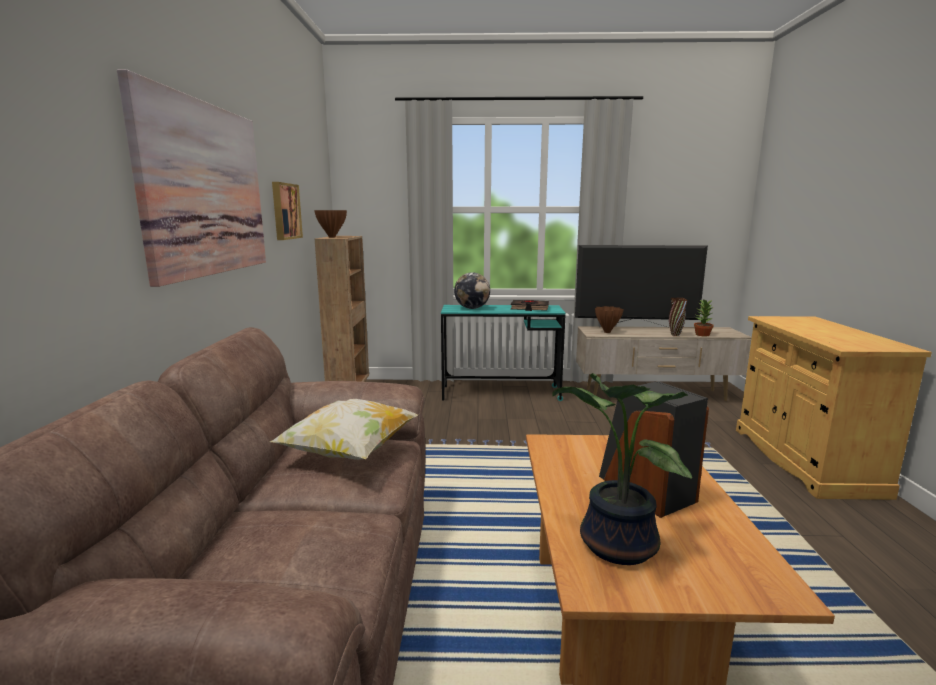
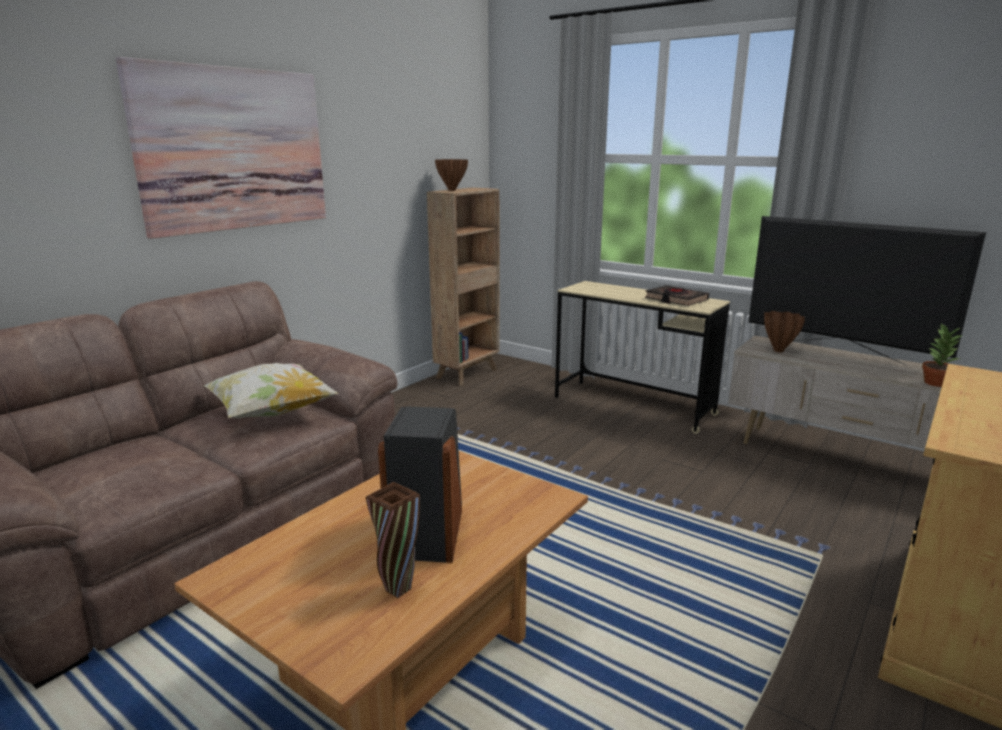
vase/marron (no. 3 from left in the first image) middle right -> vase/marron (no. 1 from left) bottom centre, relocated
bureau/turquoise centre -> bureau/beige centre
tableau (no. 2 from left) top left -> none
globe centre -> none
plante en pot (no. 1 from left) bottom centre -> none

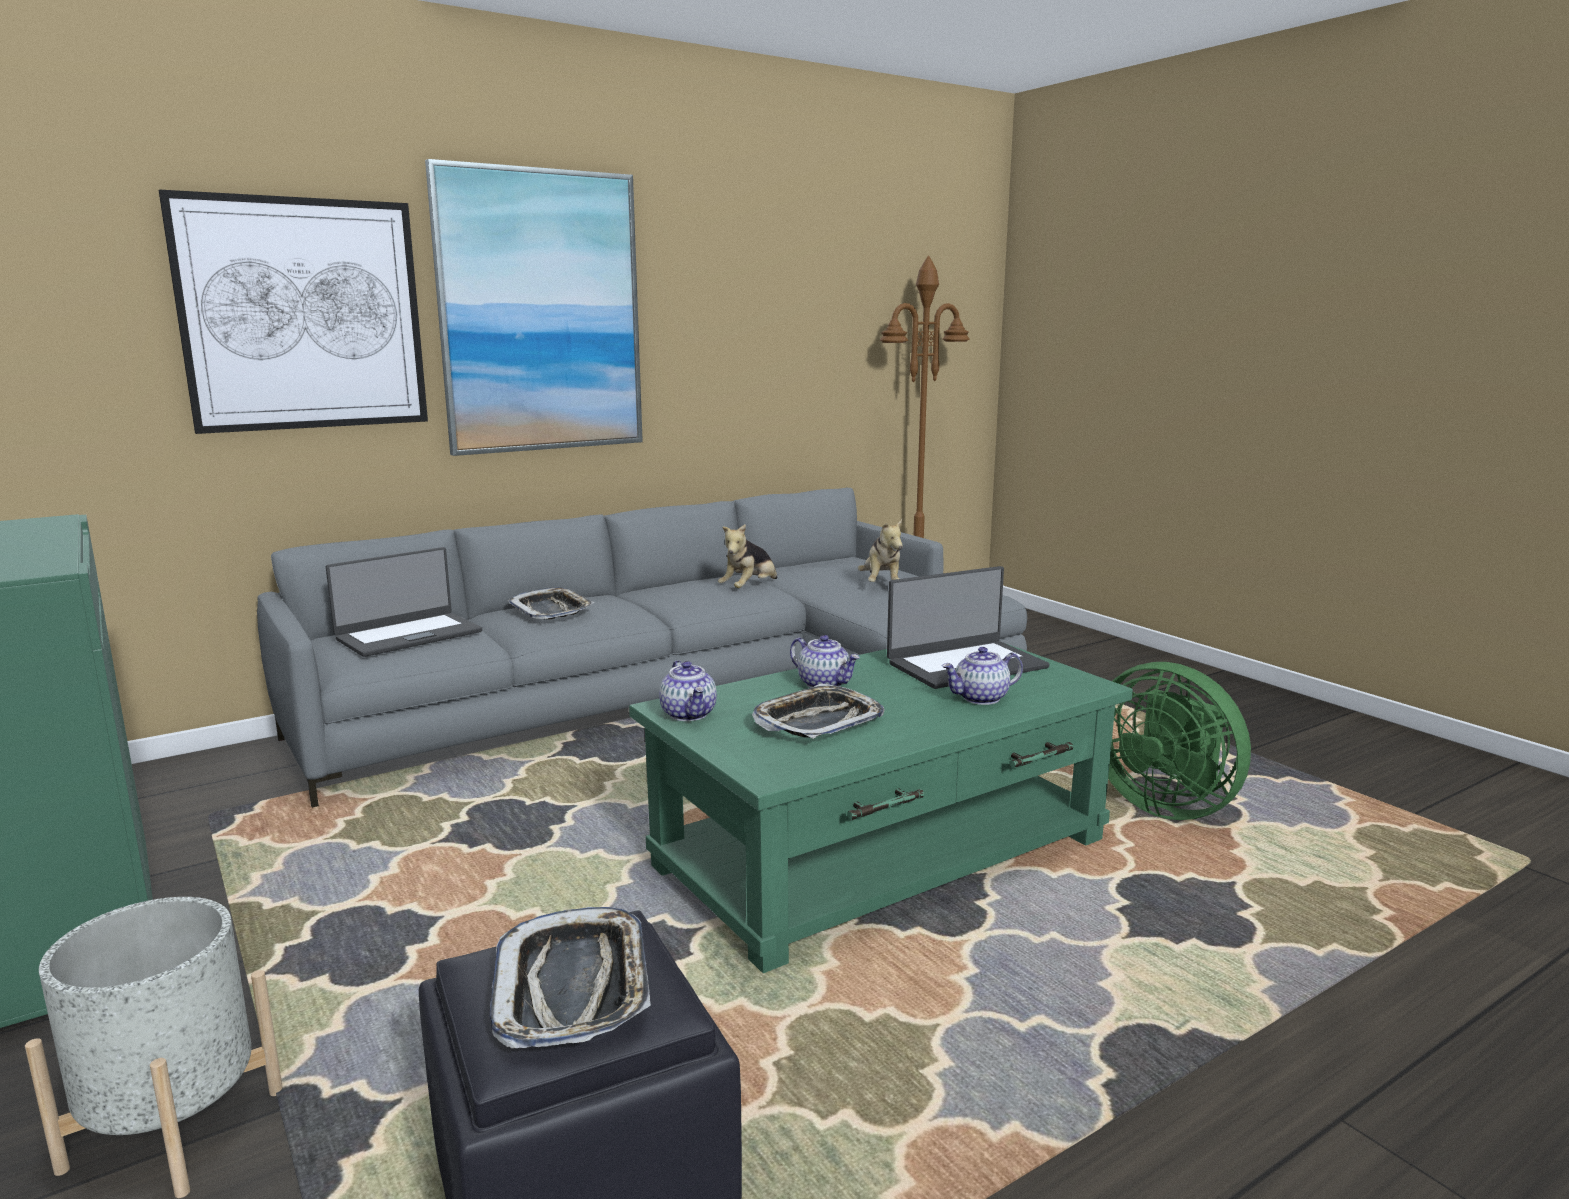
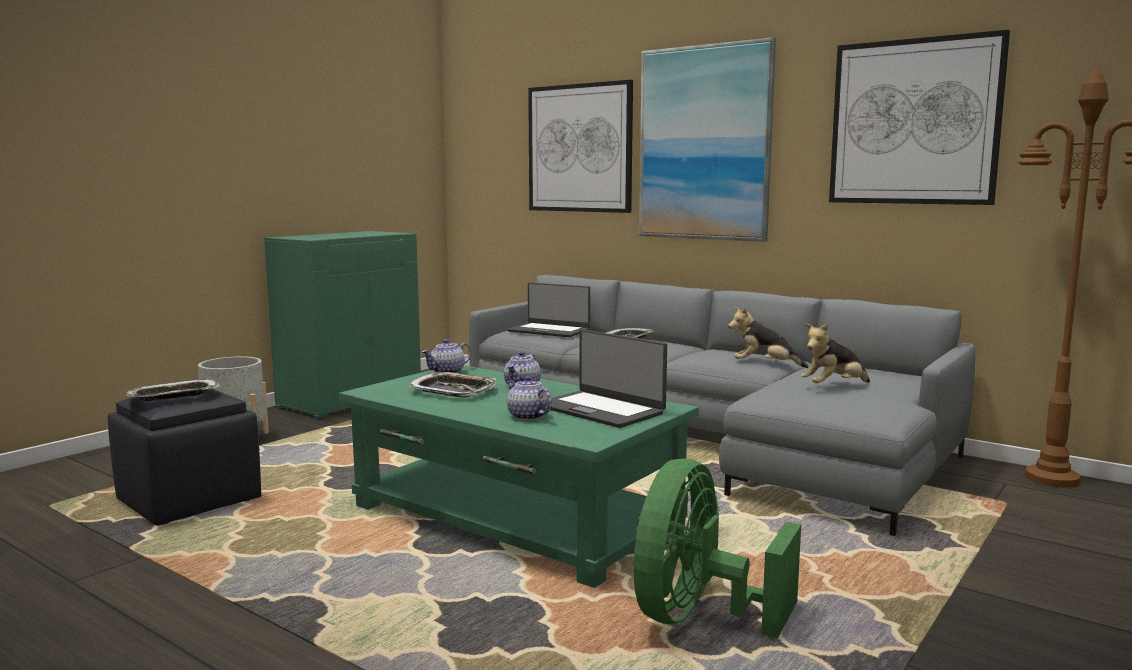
none -> tableau (no. 3 from left) top right

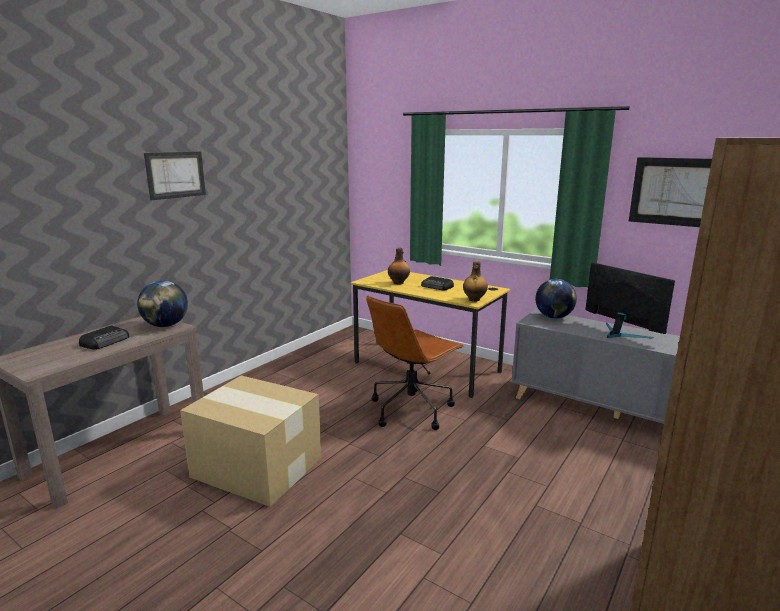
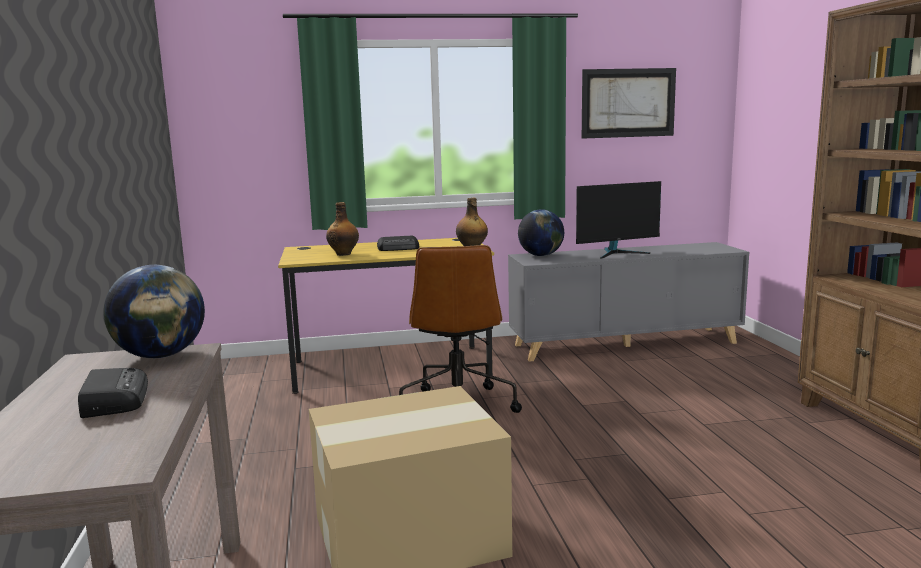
écran d'ordinateur middle right, 150 degrees clockwise
tableau (no. 1 from left) top left -> none

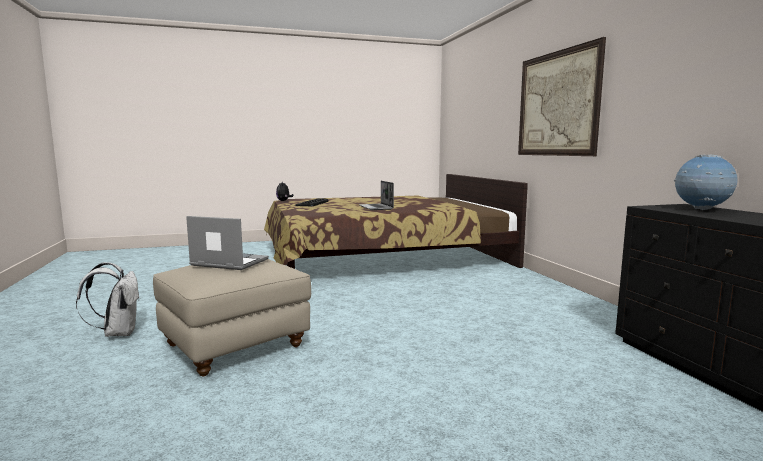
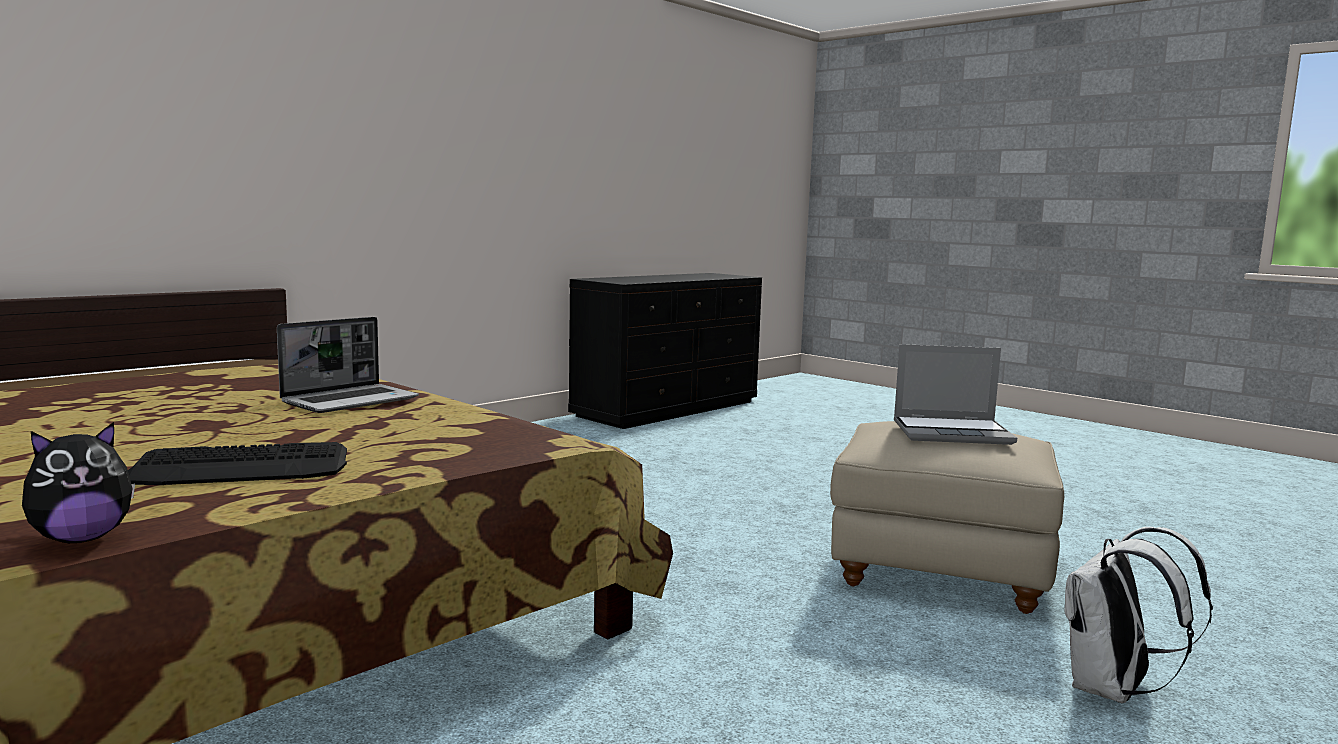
ordinateur portable (no. 1 from left in the first image) middle left -> ordinateur portable (no. 2 from left) middle right, 75 degrees counterclockwise
tableau top right -> none
globe middle right -> none

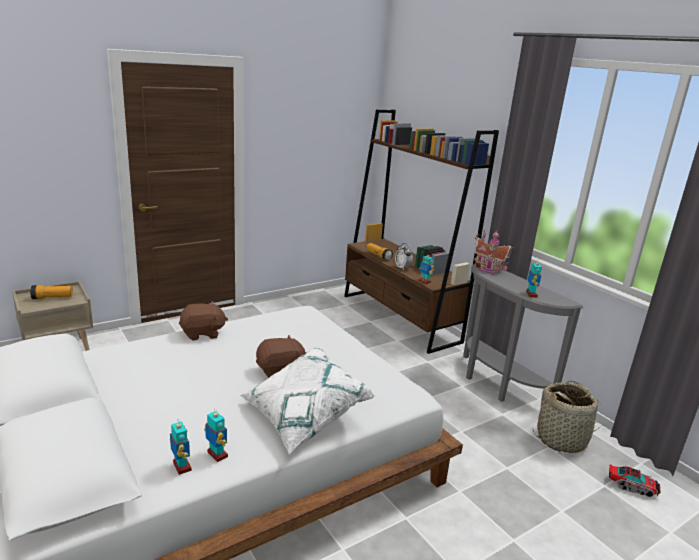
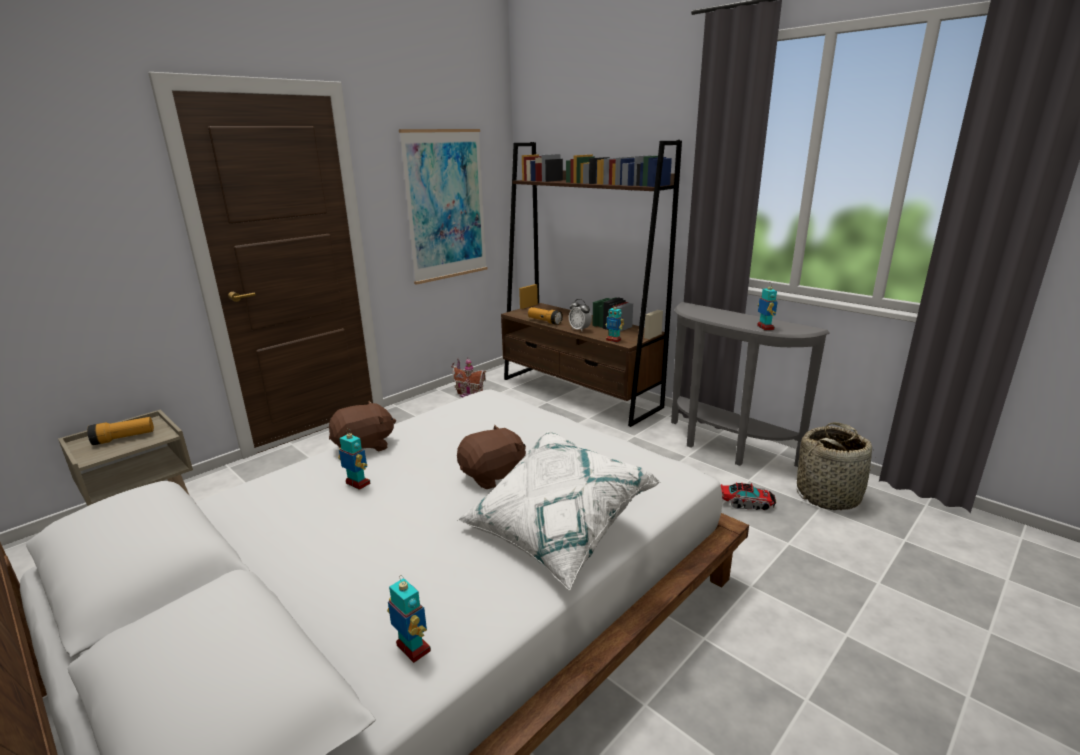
robot jouet (no. 2 from left in the first image) bottom left -> robot jouet (no. 1 from left) middle left, relocated
none -> tableau top centre
maison miniature middle right -> maison miniature centre, relocated
camion jouet bottom right -> camion jouet middle right, relocated

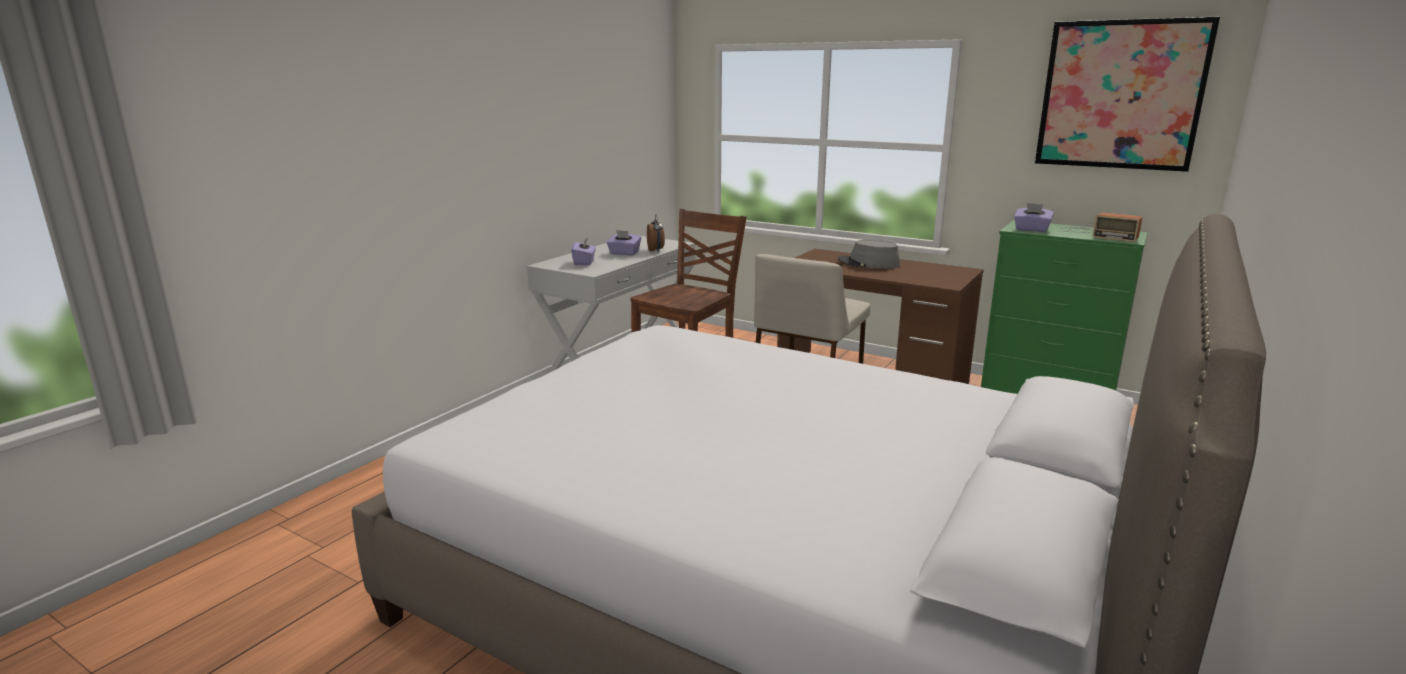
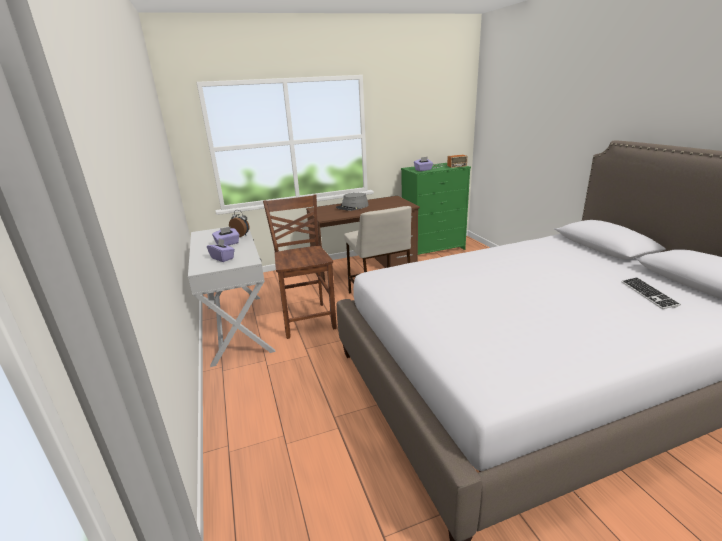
none -> clavier middle right
tableau top right -> none

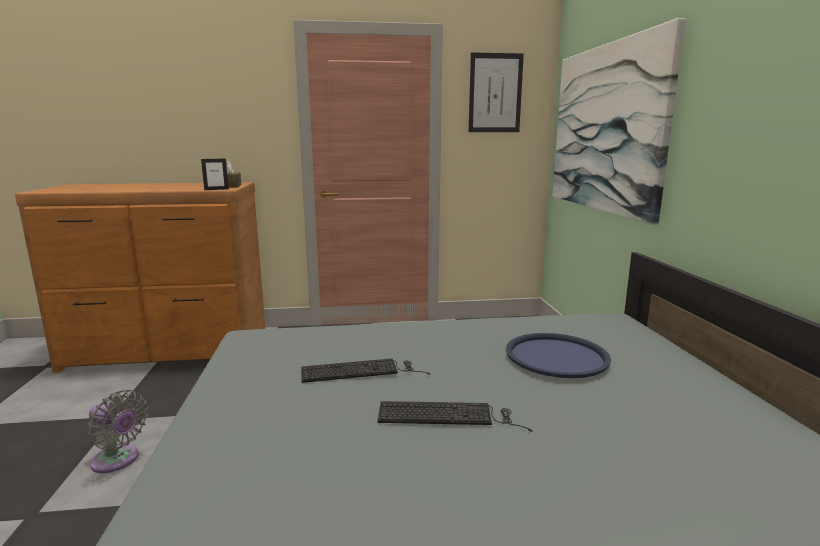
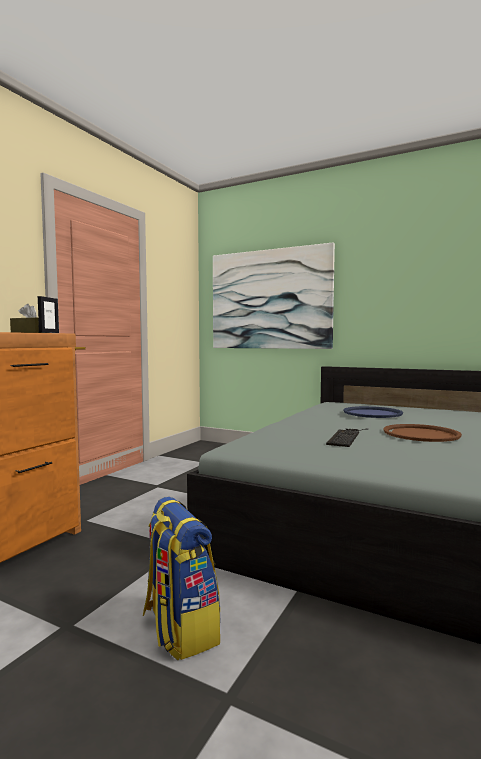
ventilateur/gris bottom left -> sac à dos bottom centre
clavier (no. 2 from left) bottom centre -> plateau/marron middle right
tableau (no. 1 from left) top centre -> none

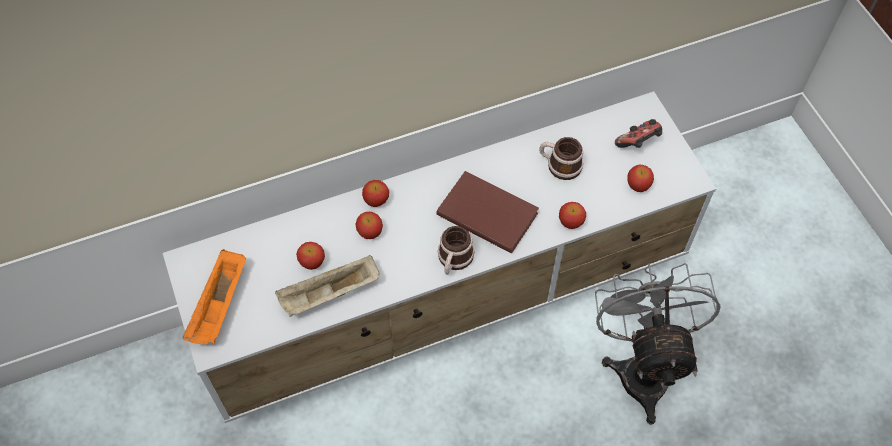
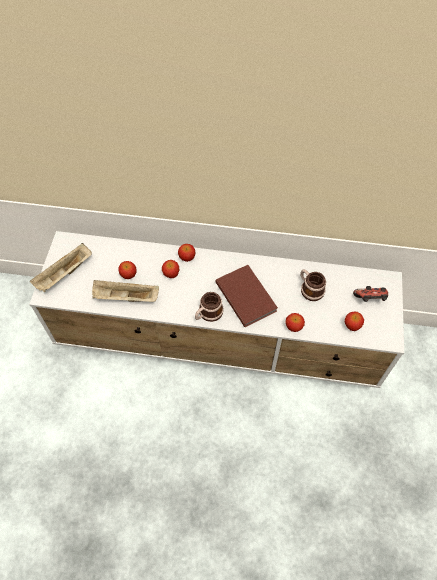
plateau/orange middle left -> plateau/beige (no. 1 from left) middle left
ventilateur/gris bottom right -> none

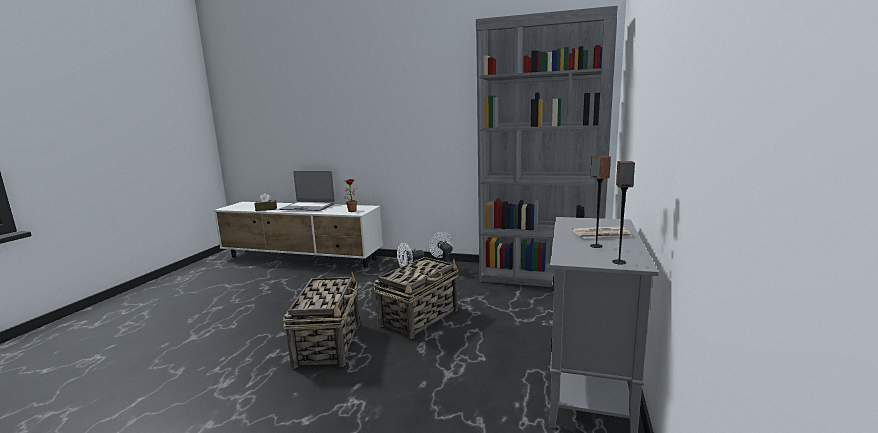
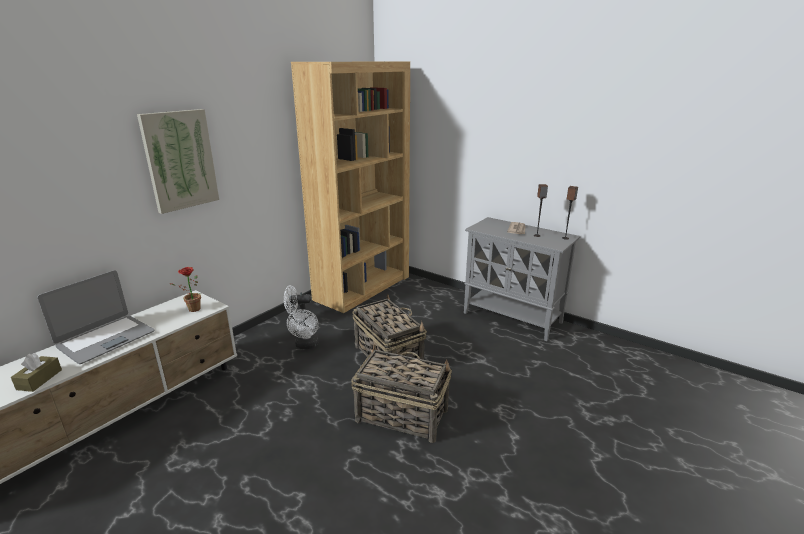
none -> tableau top left
bibliothèque/gris centre -> bibliothèque/marron centre

